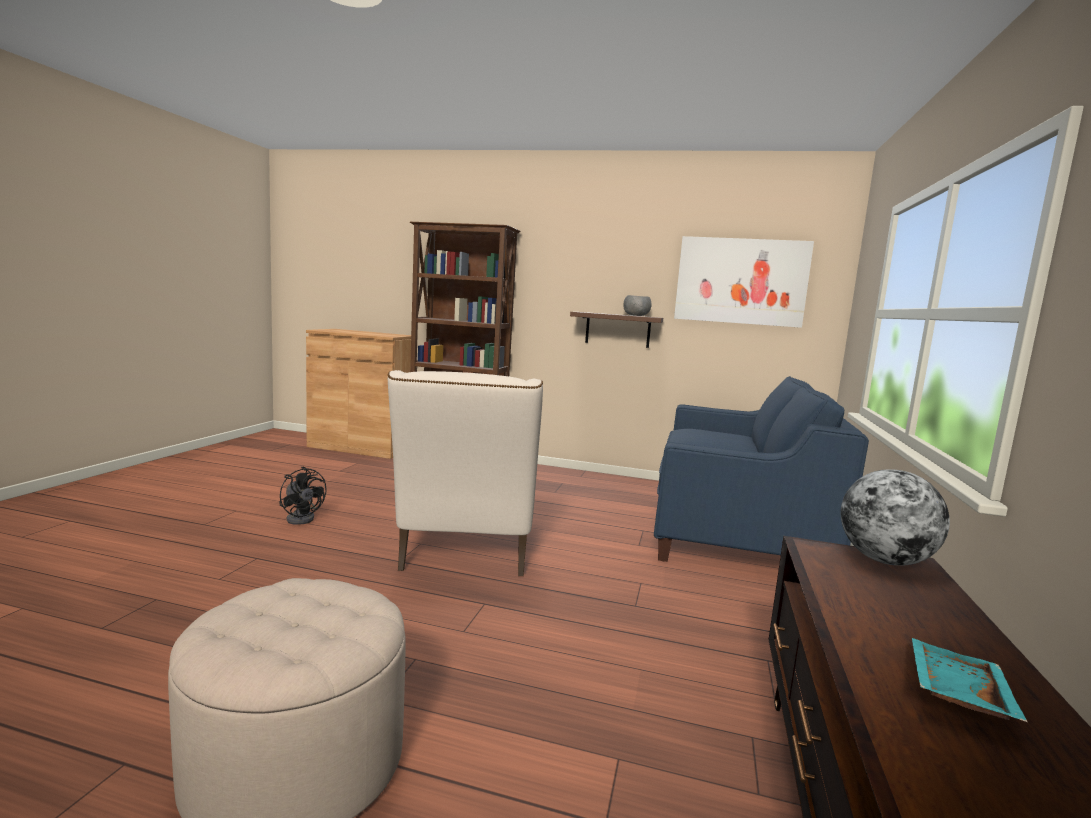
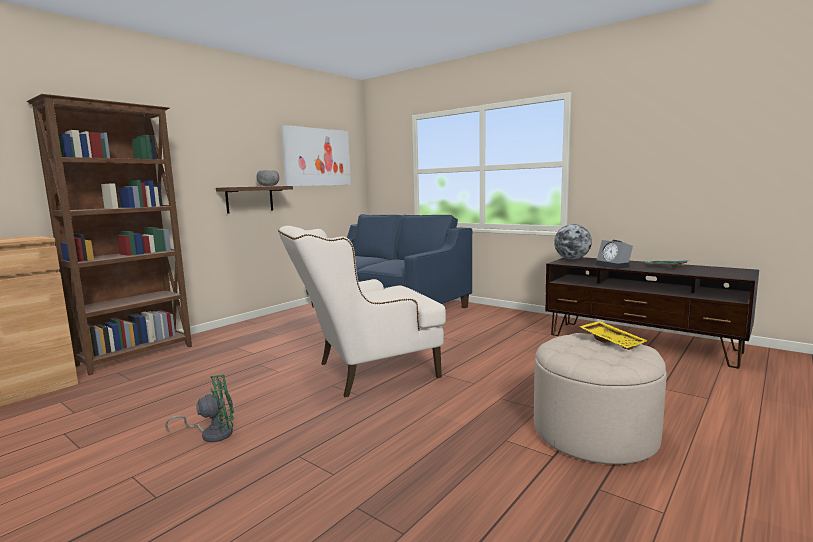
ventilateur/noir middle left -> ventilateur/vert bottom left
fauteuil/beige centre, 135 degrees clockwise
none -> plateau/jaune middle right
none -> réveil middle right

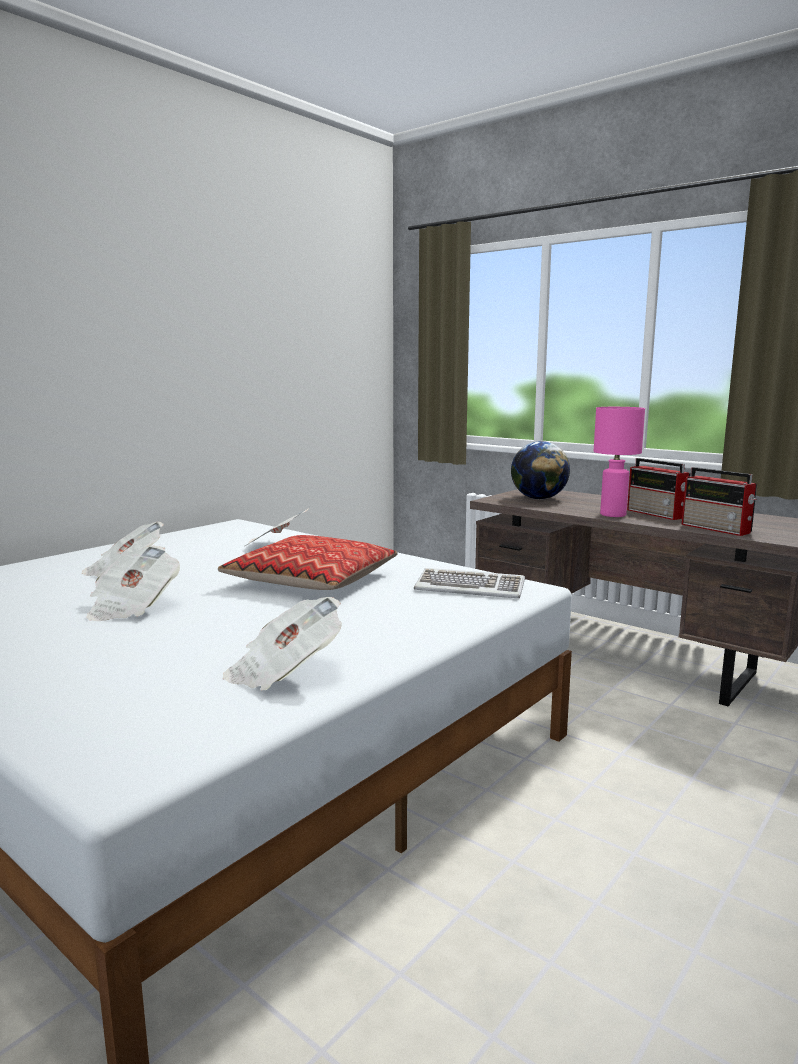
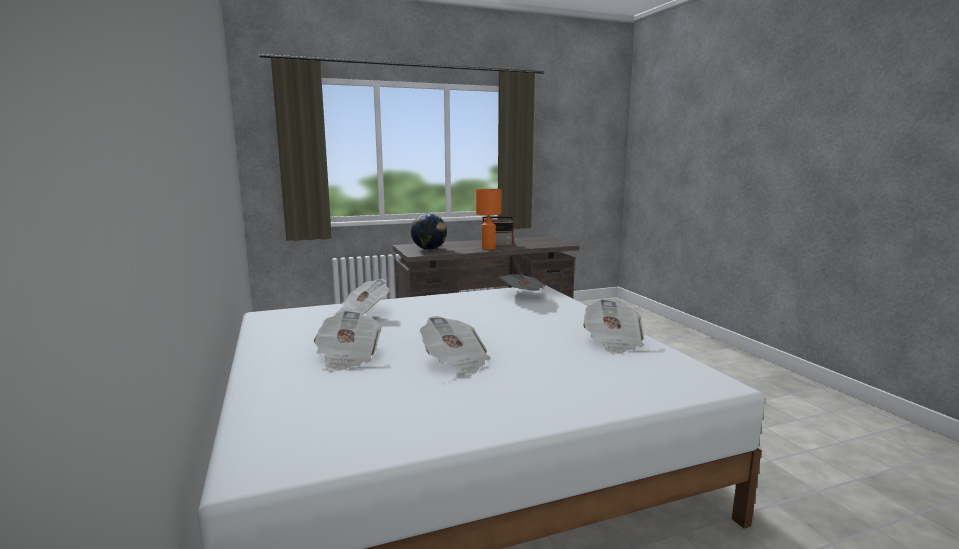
lampe de table/rose middle right -> lampe de table/orange centre
clavier centre -> journal (no. 4 from left) centre
coussin centre -> none
radio (no. 2 from left) middle right -> none

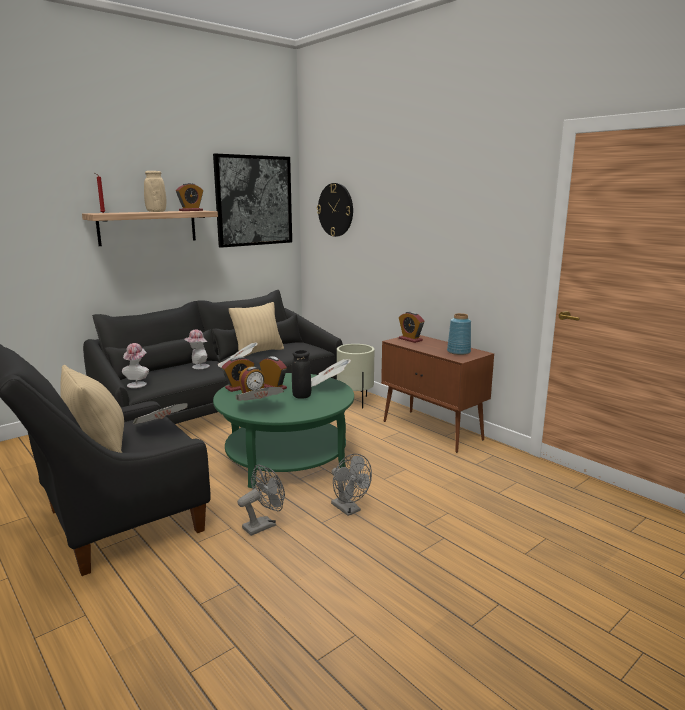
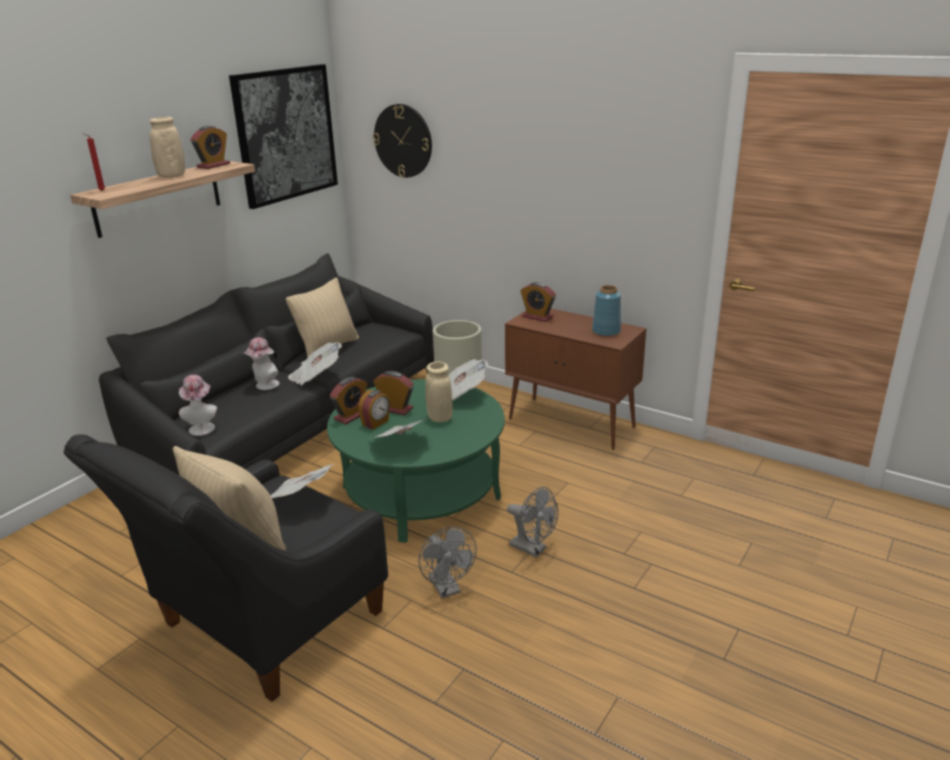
ventilateur/gris (no. 1 from left) bottom centre, 120 degrees clockwise
vase/noir centre -> vase/beige (no. 2 from left) centre

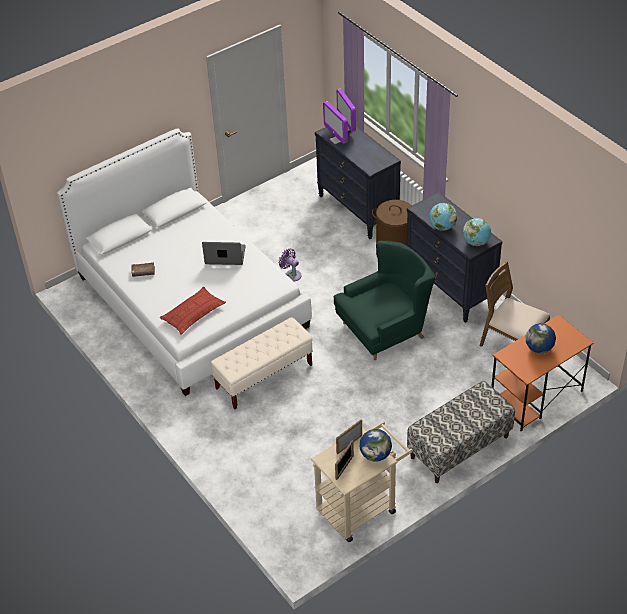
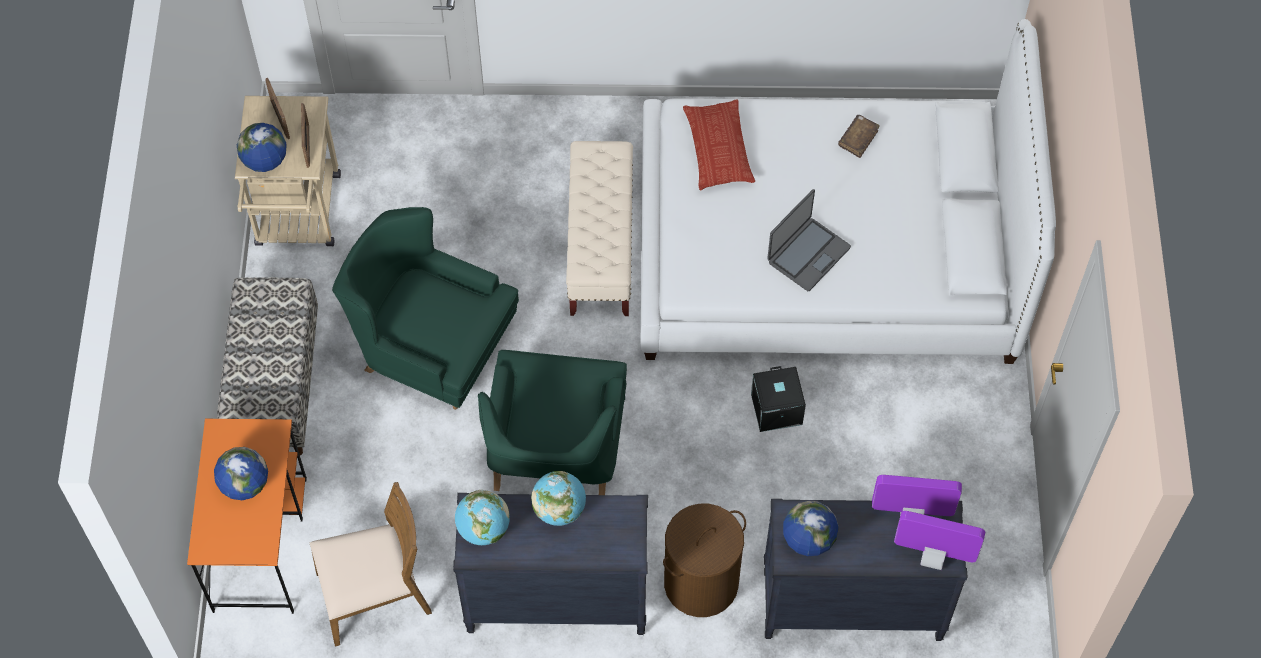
none -> fauteuil/vert (no. 1 from left) centre
ventilateur/violet centre -> boîte de rangement/noir centre
none -> globe (no. 5 from left) bottom centre

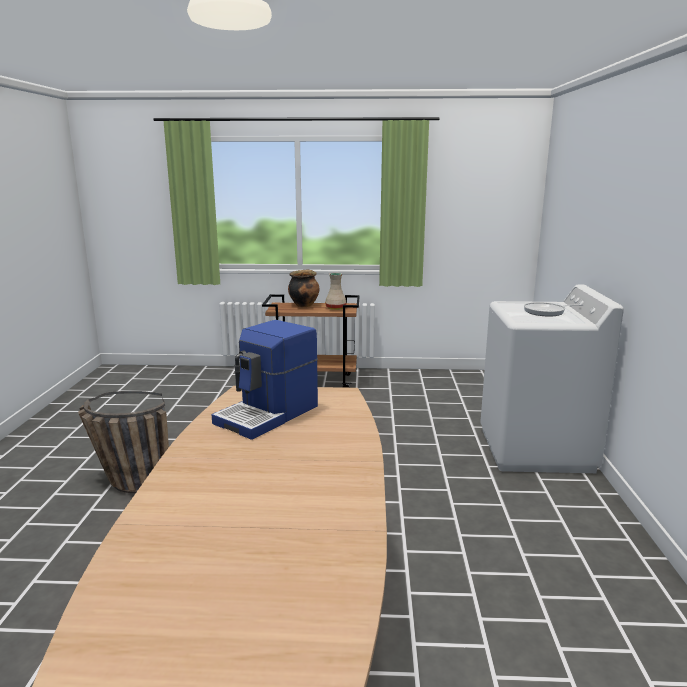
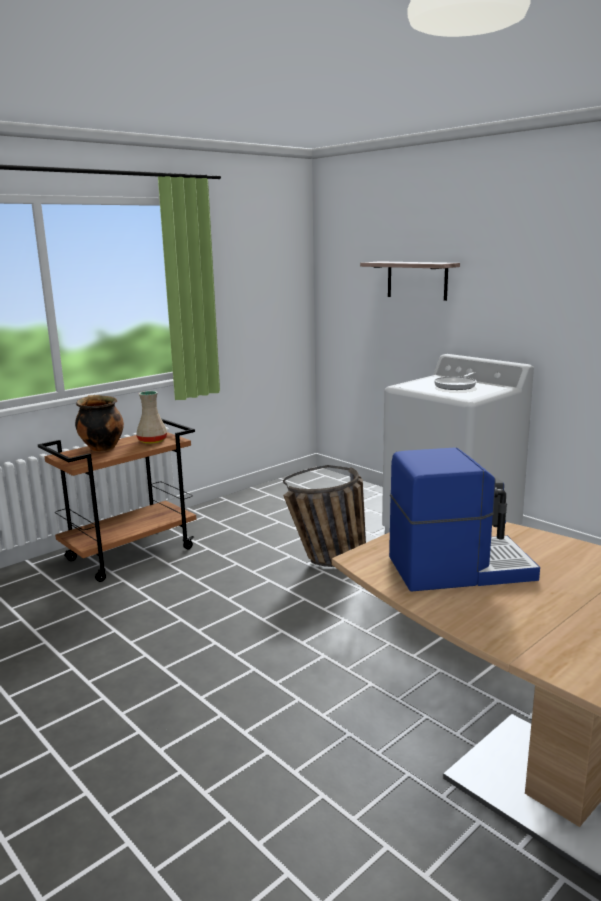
panier middle left -> panier centre, relocated
none -> étagère top right
machine à café centre -> machine à café middle right, 90 degrees counterclockwise

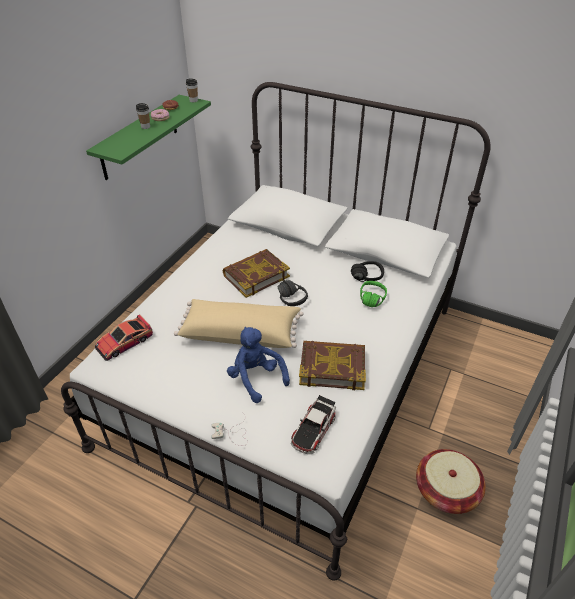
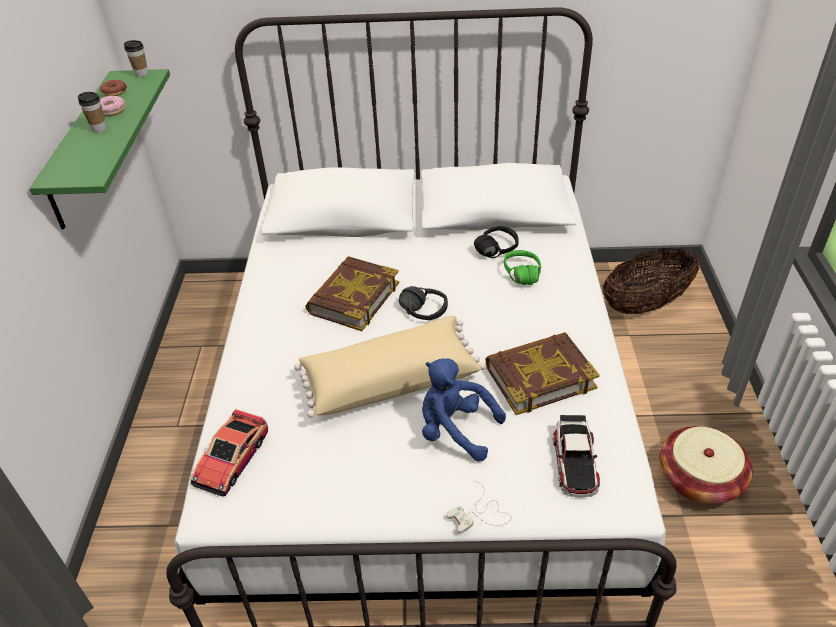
none -> panier (no. 1 from left) middle right

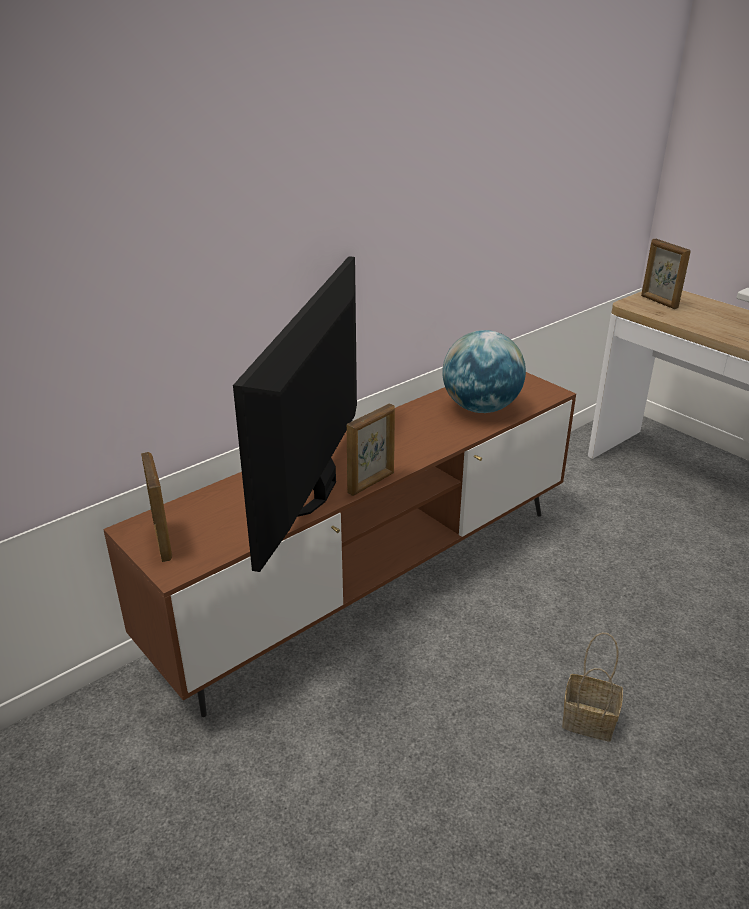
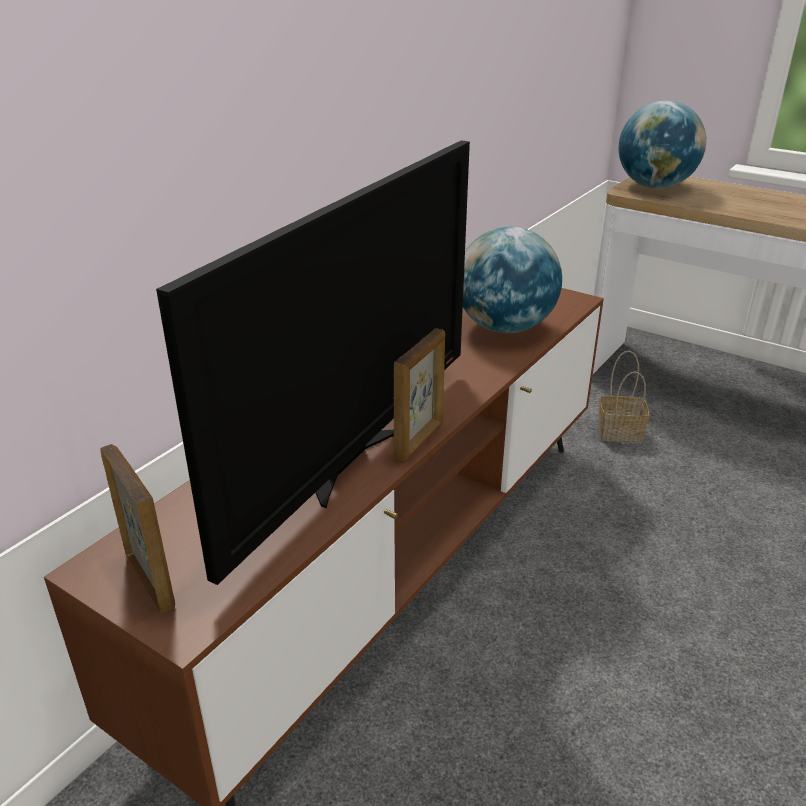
téléviseur centre, 150 degrees counterclockwise
panier bottom right -> panier middle right, relocated
cadre photo (no. 3 from left) top right -> globe (no. 2 from left) top right

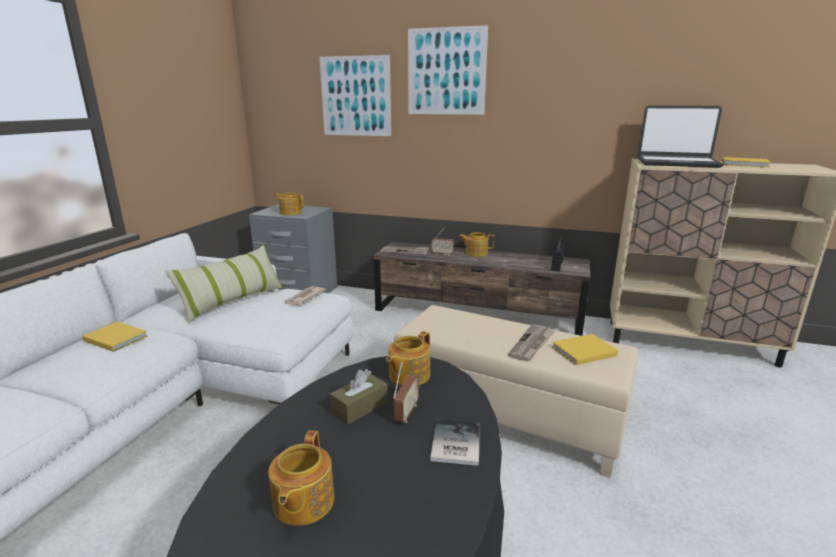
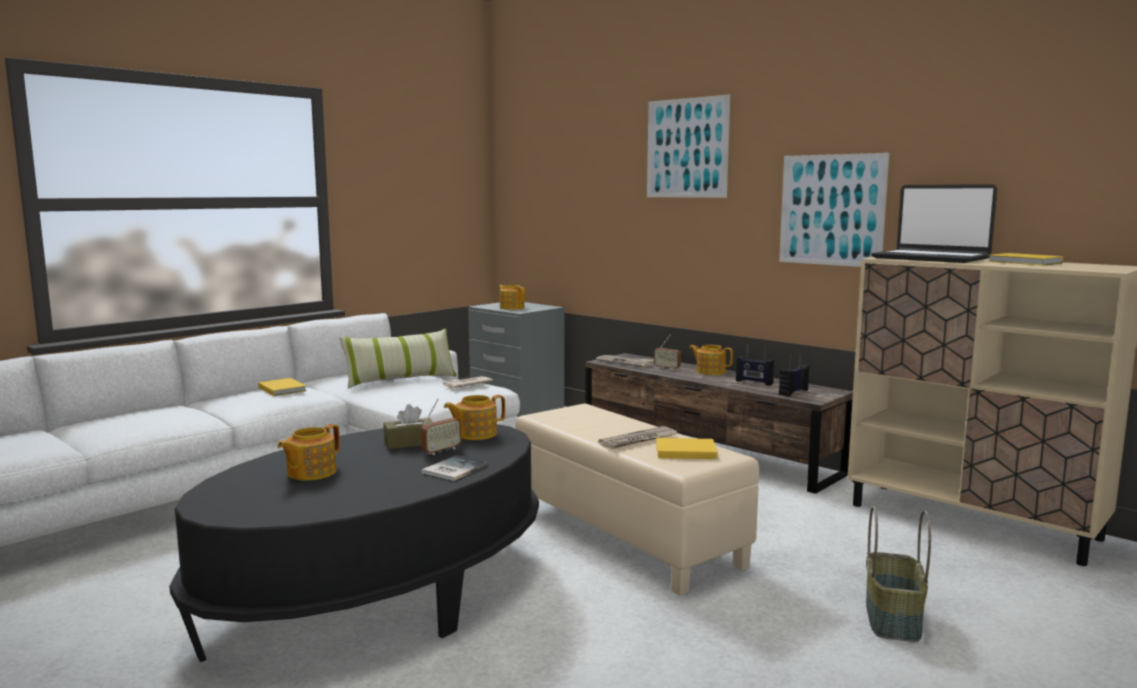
none -> radio (no. 3 from left) centre
tableau (no. 1 from left in the first image) top centre -> tableau (no. 2 from left) top right, relocated
none -> panier bottom right

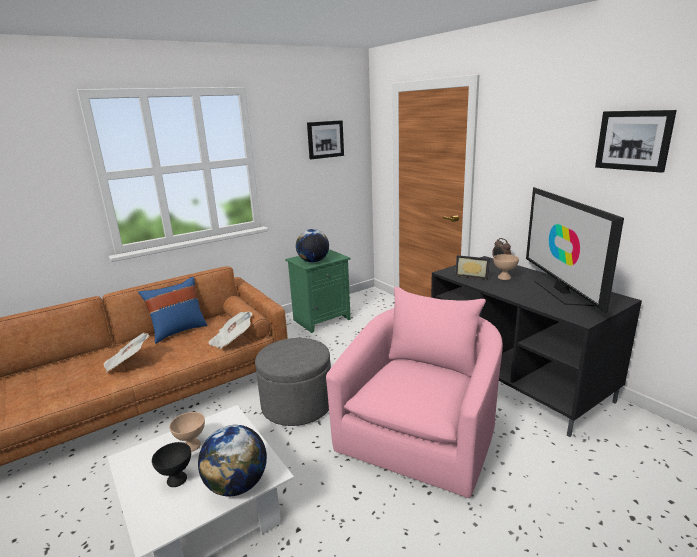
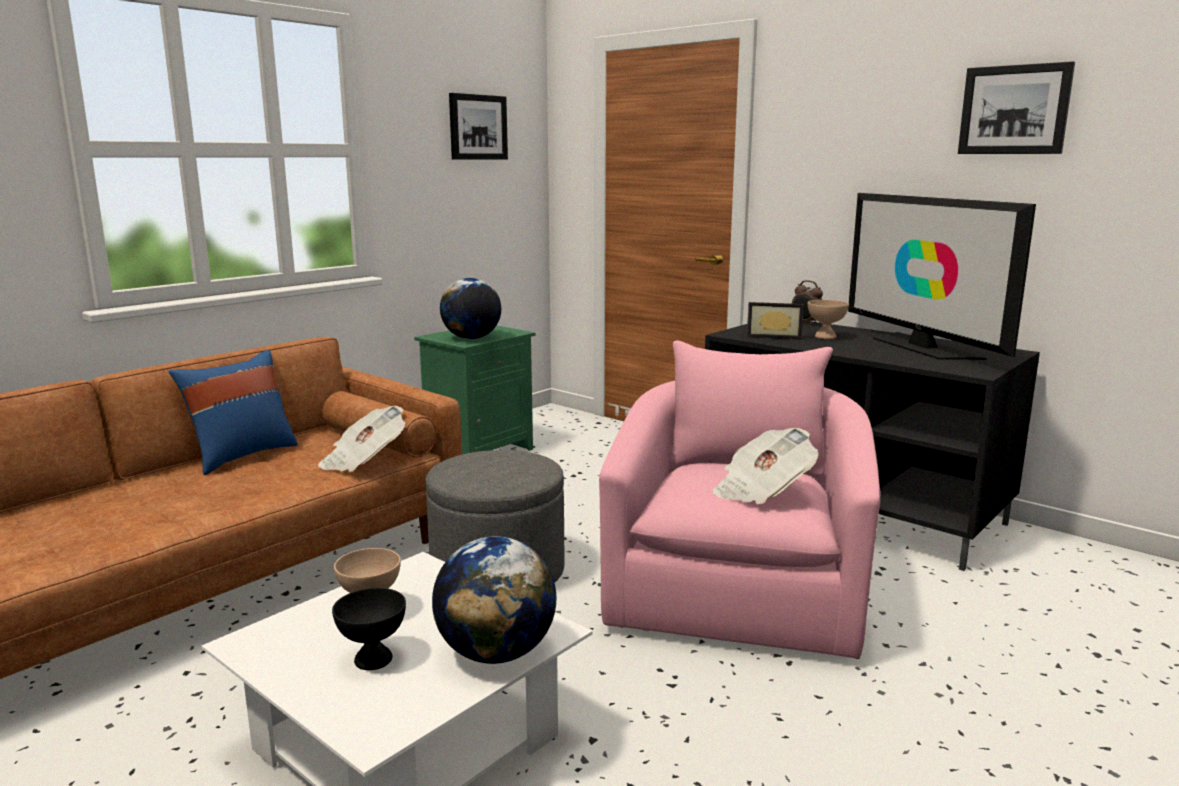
journal (no. 1 from left in the first image) middle left -> journal (no. 2 from left) centre, relocated

